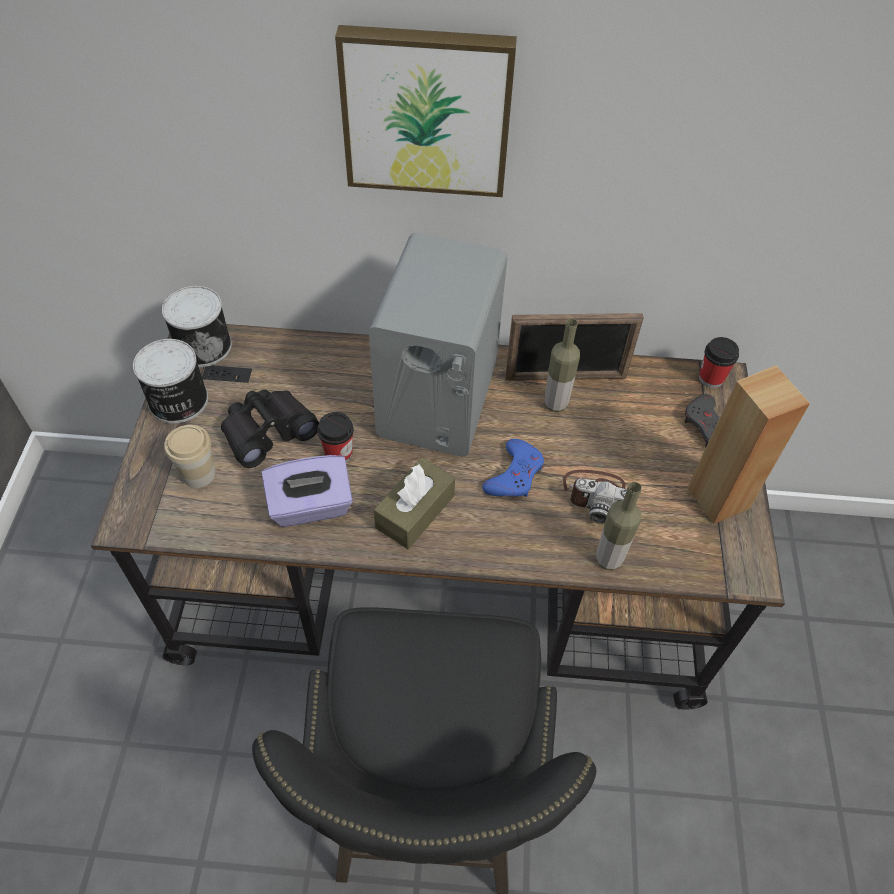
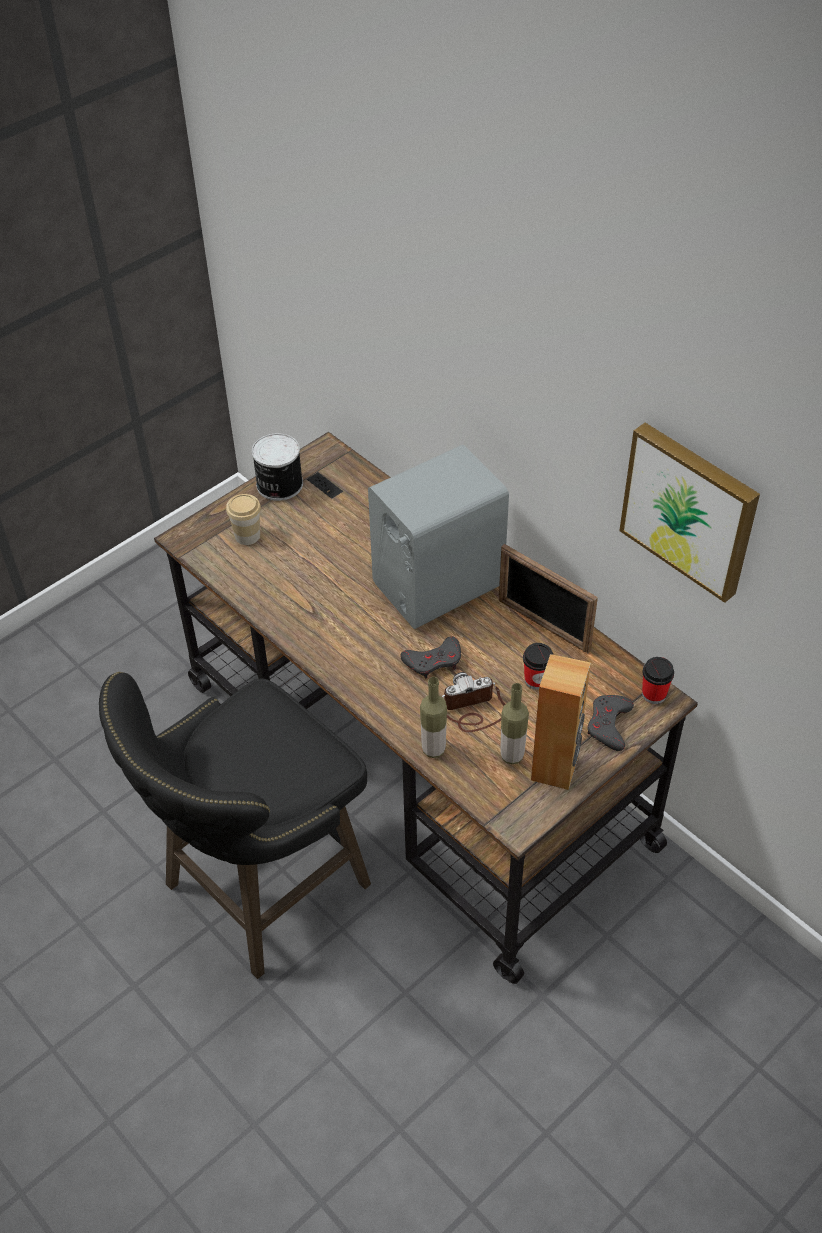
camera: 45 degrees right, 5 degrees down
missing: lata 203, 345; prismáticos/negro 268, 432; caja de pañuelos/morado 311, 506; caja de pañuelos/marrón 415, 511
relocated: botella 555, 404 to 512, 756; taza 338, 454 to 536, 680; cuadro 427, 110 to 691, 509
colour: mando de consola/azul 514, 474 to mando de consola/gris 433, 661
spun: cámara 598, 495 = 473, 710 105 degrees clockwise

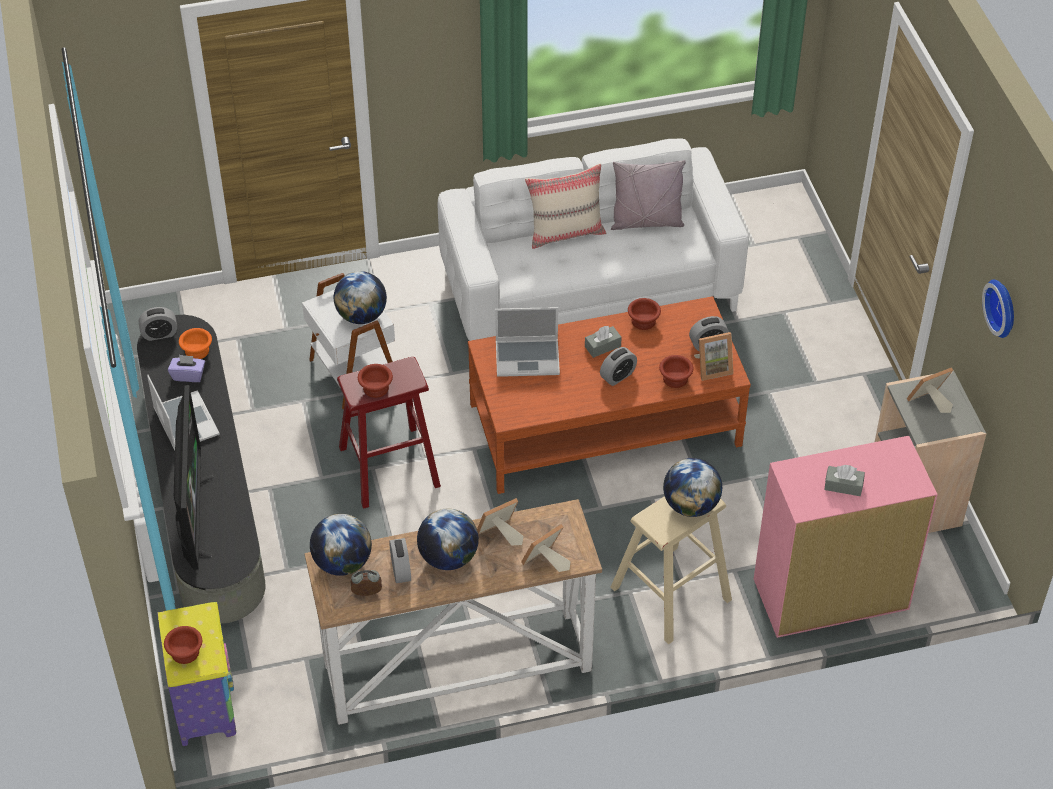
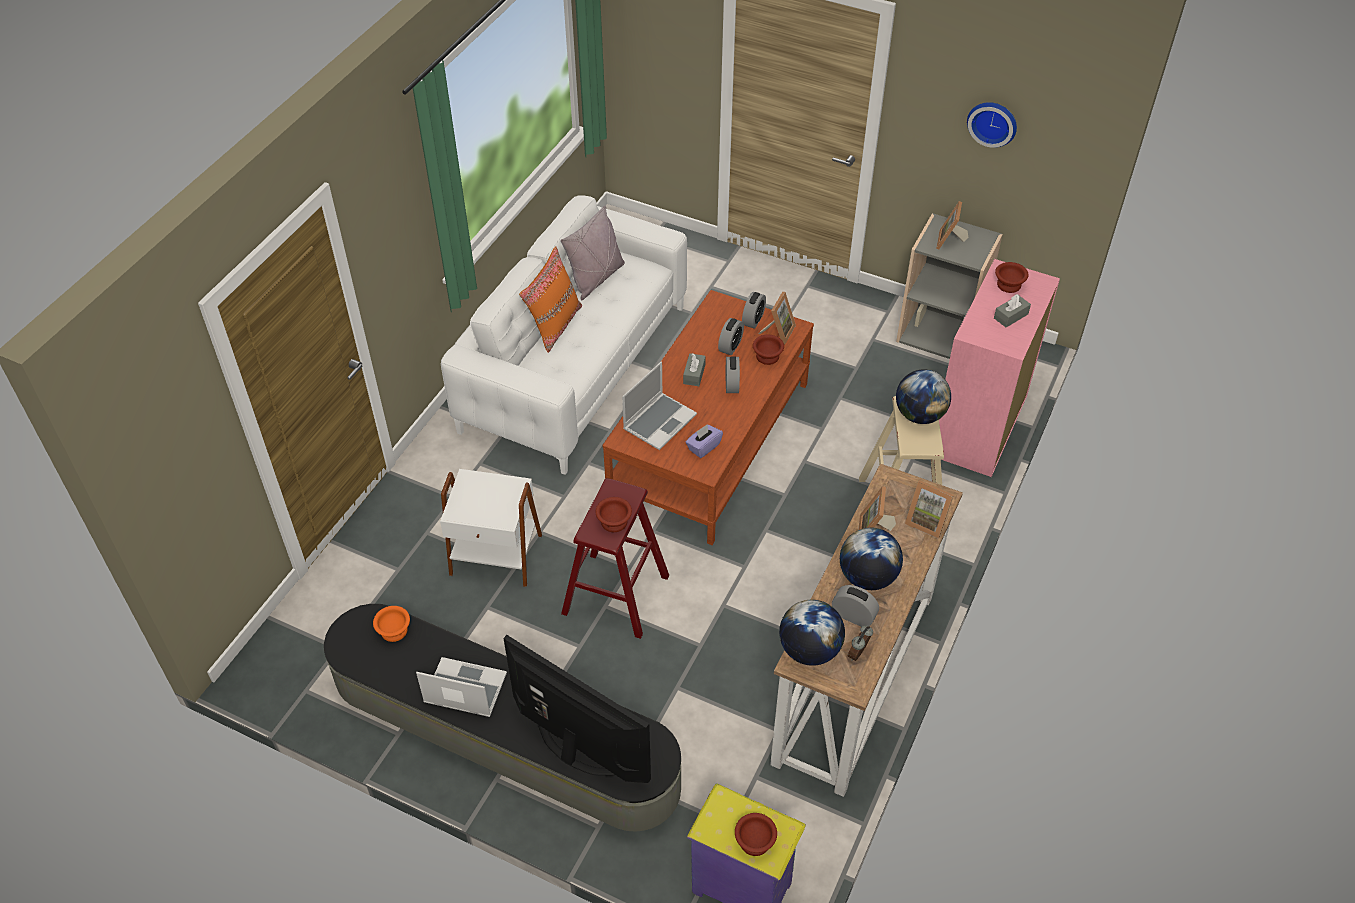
camera: 50 degrees left, 0 degrees up
missing: globo terráqueo 361, 315
relocated: caja de pañuelos/morado 188, 375 to 703, 447; despertador 159, 334 to 730, 346; cuenco/marrón 644, 320 to 1008, 284
colour: cojín/beis 566, 232 to cojín/naranja 554, 325
spun: portarretratos 545, 563 = 927, 521 60 degrees counterclockwise

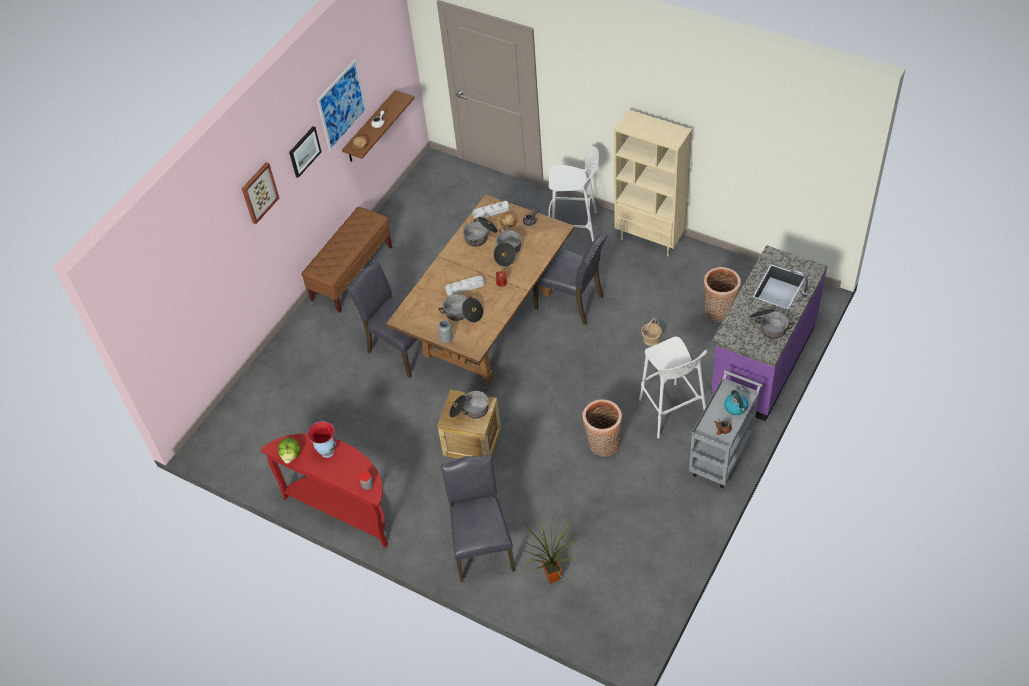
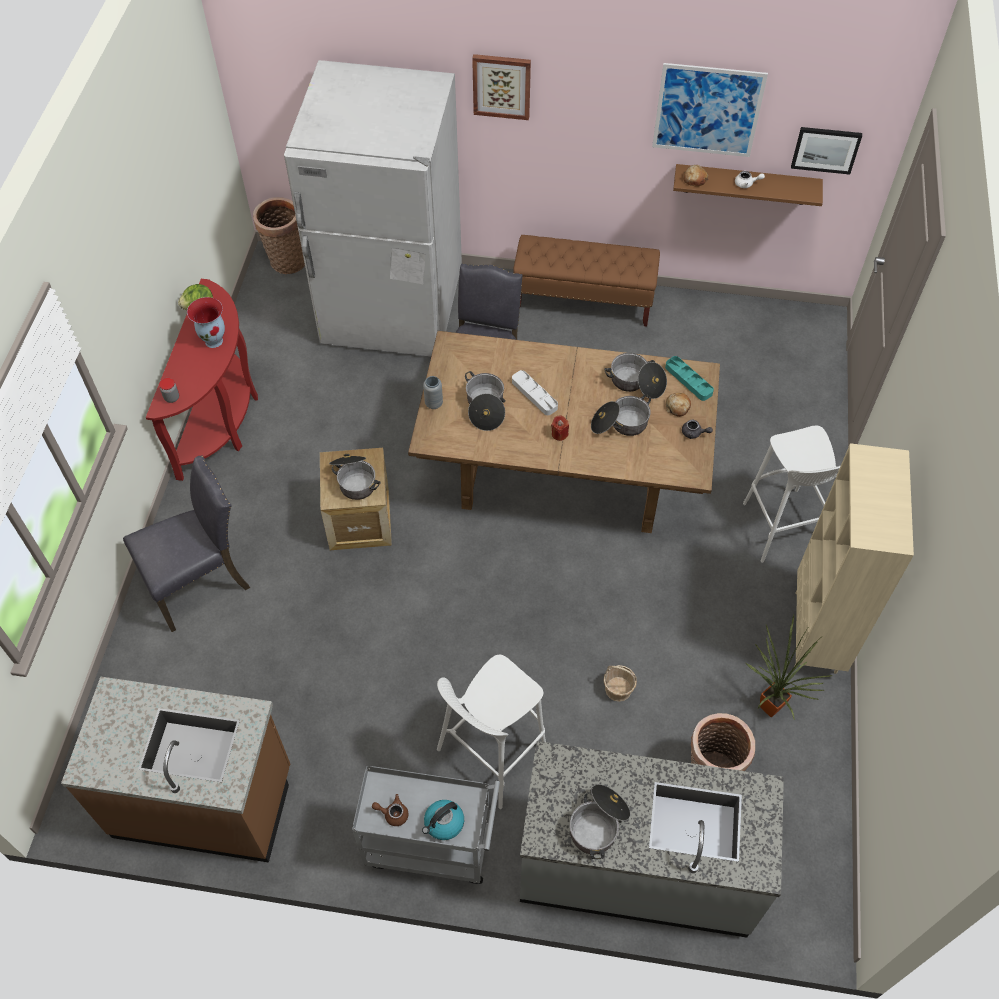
camera: 65 degrees right, 5 degrees up
missing: silla/gris 571, 302
appeared: mueble bajo de cocina/marrón 204, 801; nevera/blanco 393, 305
relocated: cesta 602, 446 to 285, 261; planta en maceta 553, 579 to 767, 709; cuadro 304, 151 to 825, 149
colour: mueble bajo de cocina/morado 762, 362 to mueble bajo de cocina/gris 637, 867; bandeja/gris 491, 211 to bandeja/turquesa 688, 380

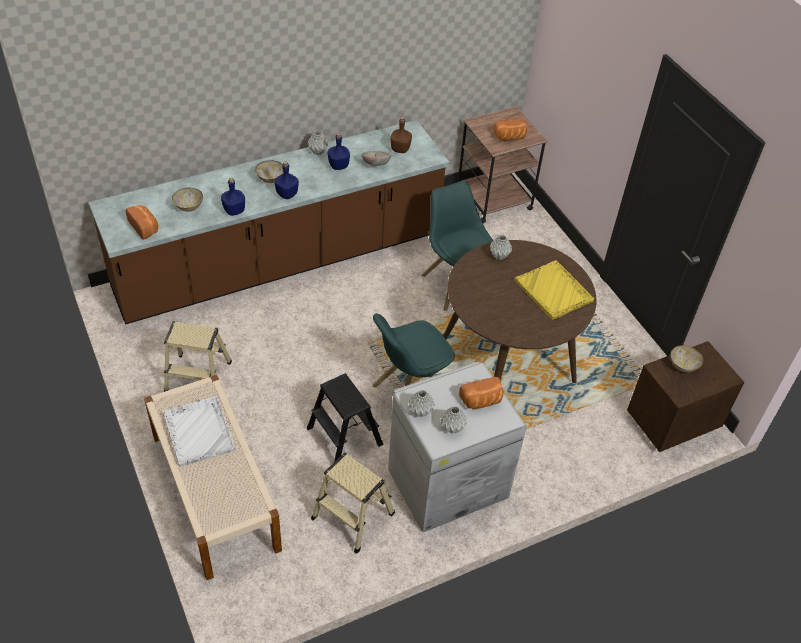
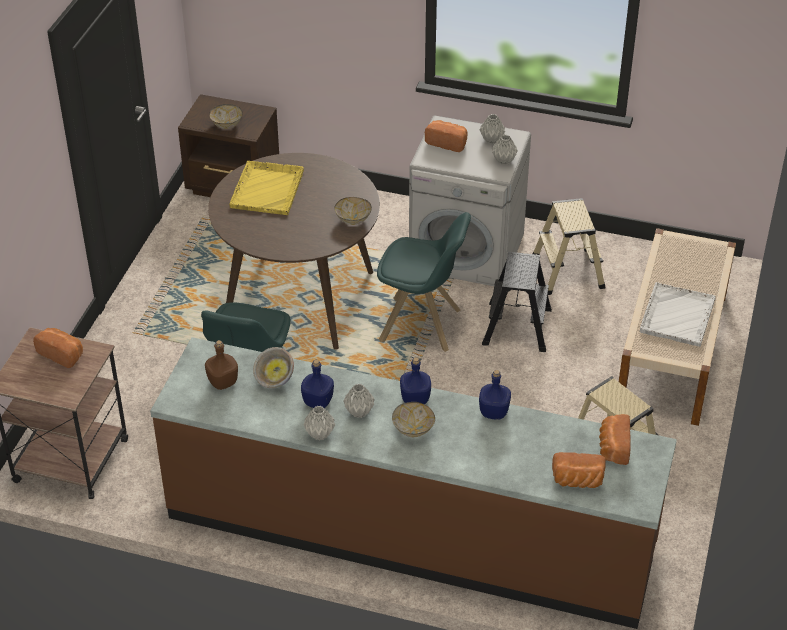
camera: 135 degrees left, 5 degrees down
appeared: pan 577, 481
relocated: cuenco 188, 207 to 353, 220; florero/gris 499, 256 to 359, 412

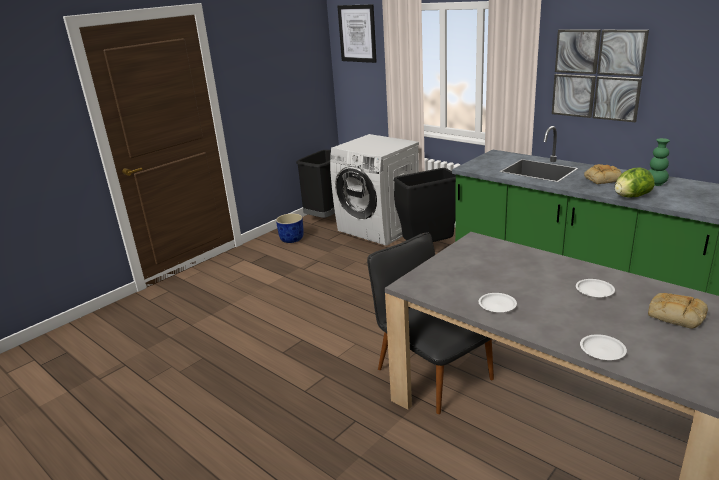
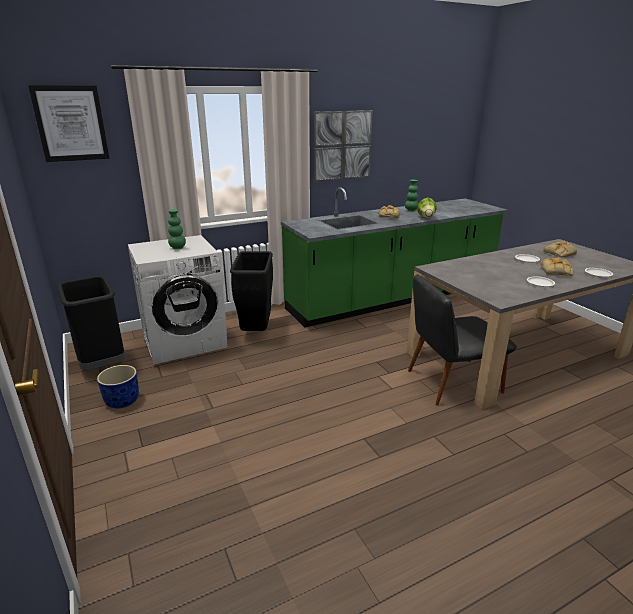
camera: 70 degrees left, 0 degrees up
appeared: florero/verde 177, 248; pan 556, 271

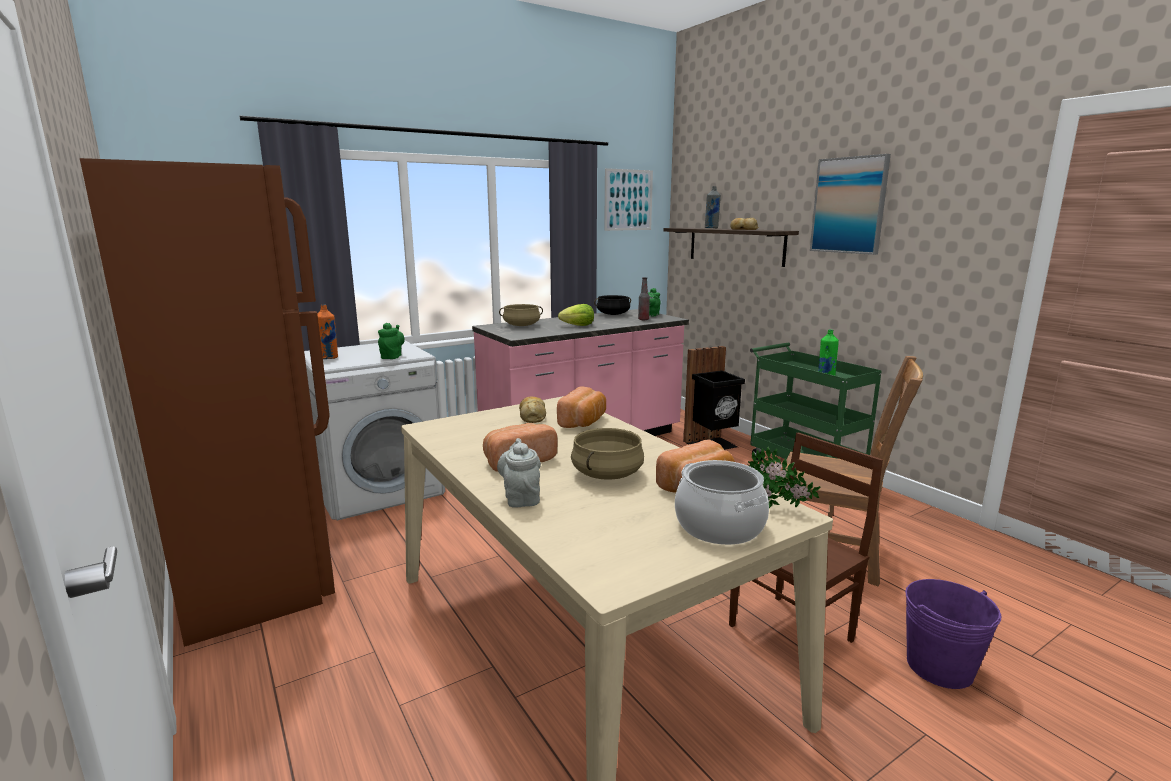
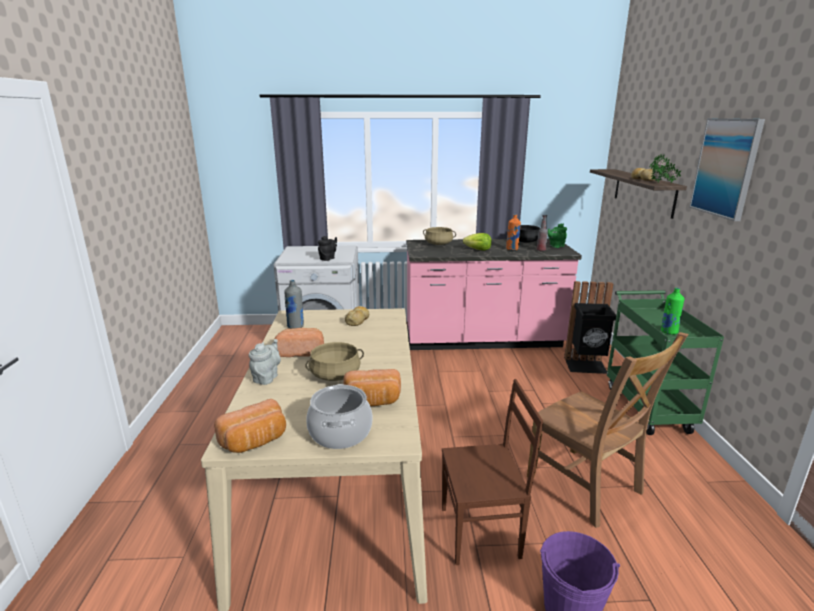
camera: 30 degrees right, 5 degrees up
missing: nevera/marrón 258, 584; cuadro 628, 200
relocated: pan 584, 422 to 255, 442; botella/gris 711, 228 to 295, 326; botella/naranja 329, 358 to 512, 249; planta en maceta 777, 509 to 662, 183
colour: tetera/verde 392, 356 to tetera/negro 328, 258

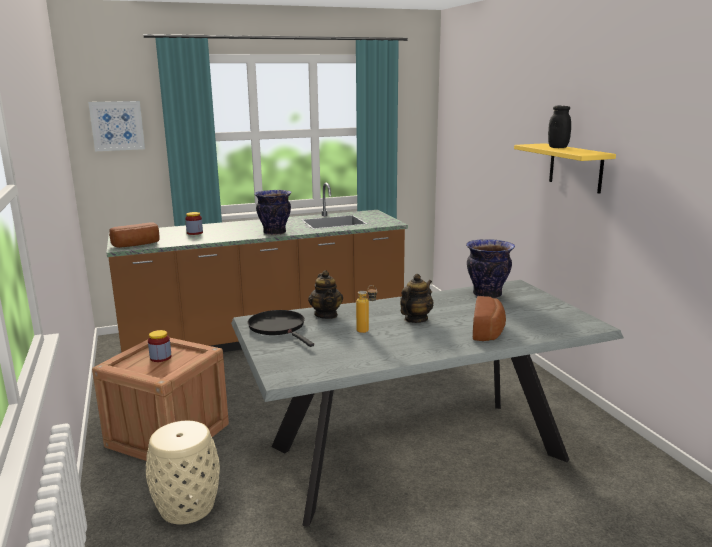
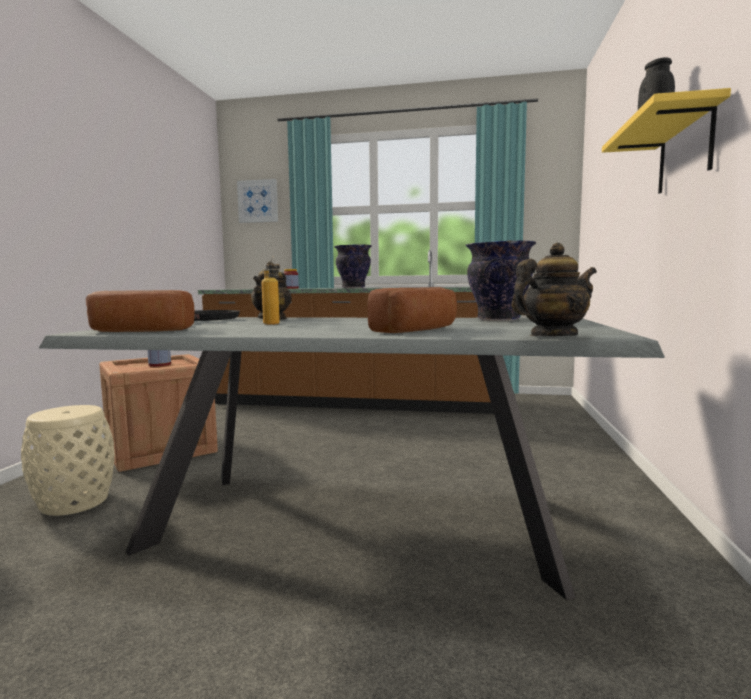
camera: 30 degrees right, 10 degrees down
relocated: pan 137, 245 to 139, 331; tetera 415, 319 to 552, 336

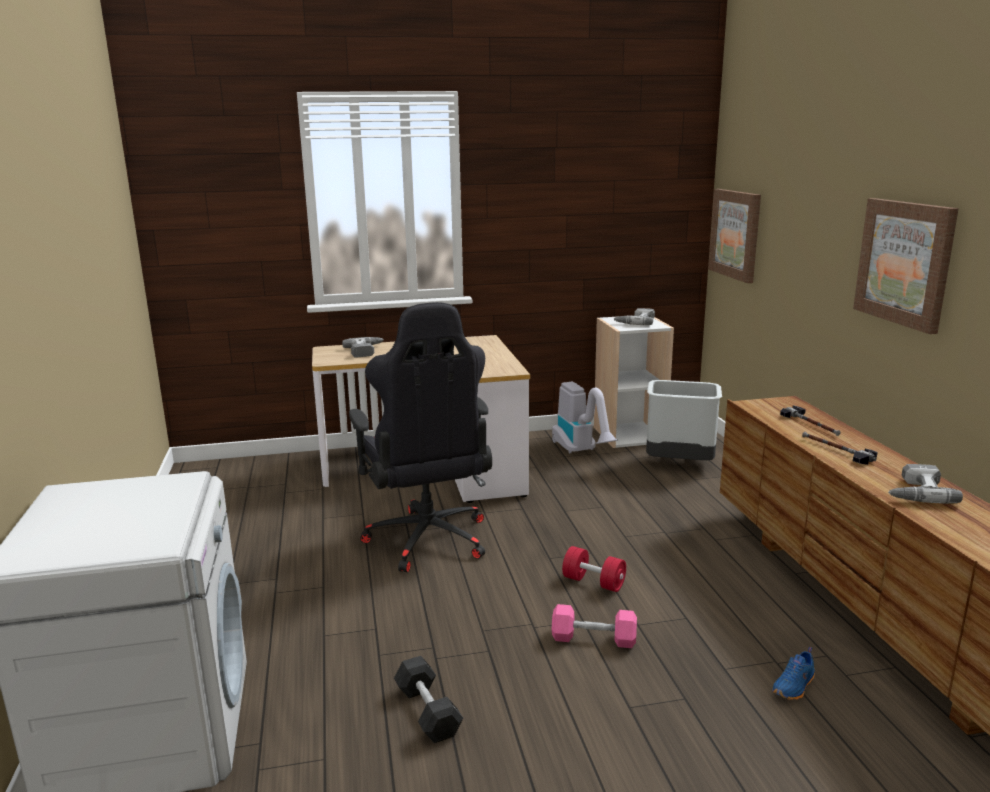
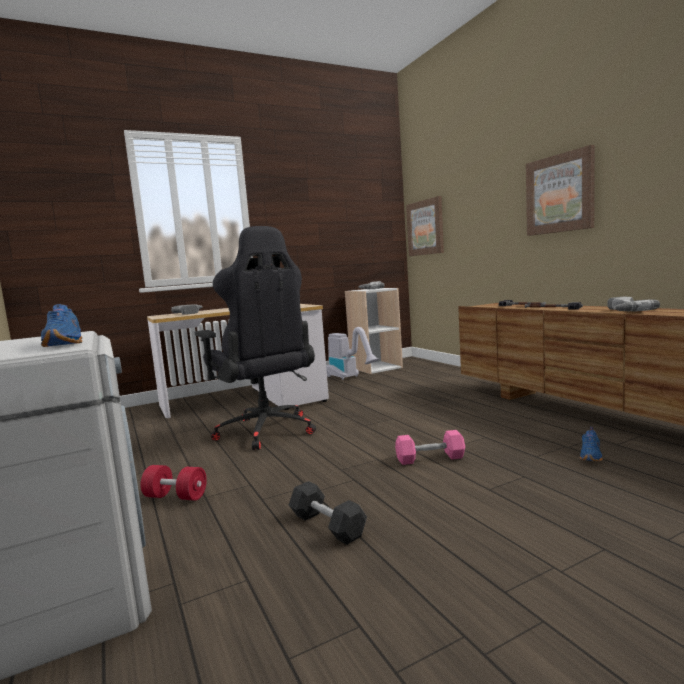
camera: 15 degrees left, 10 degrees down
missing: papelera/gris 680, 464
appeared: zapato/azul 66, 343
relocated: mancuerna/rojo 593, 582 to 176, 497

